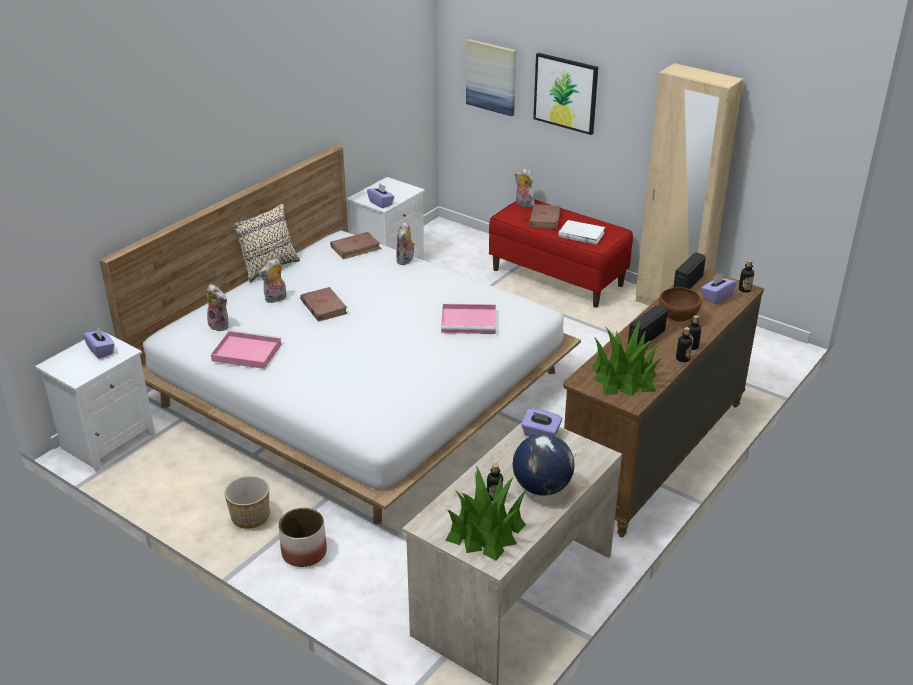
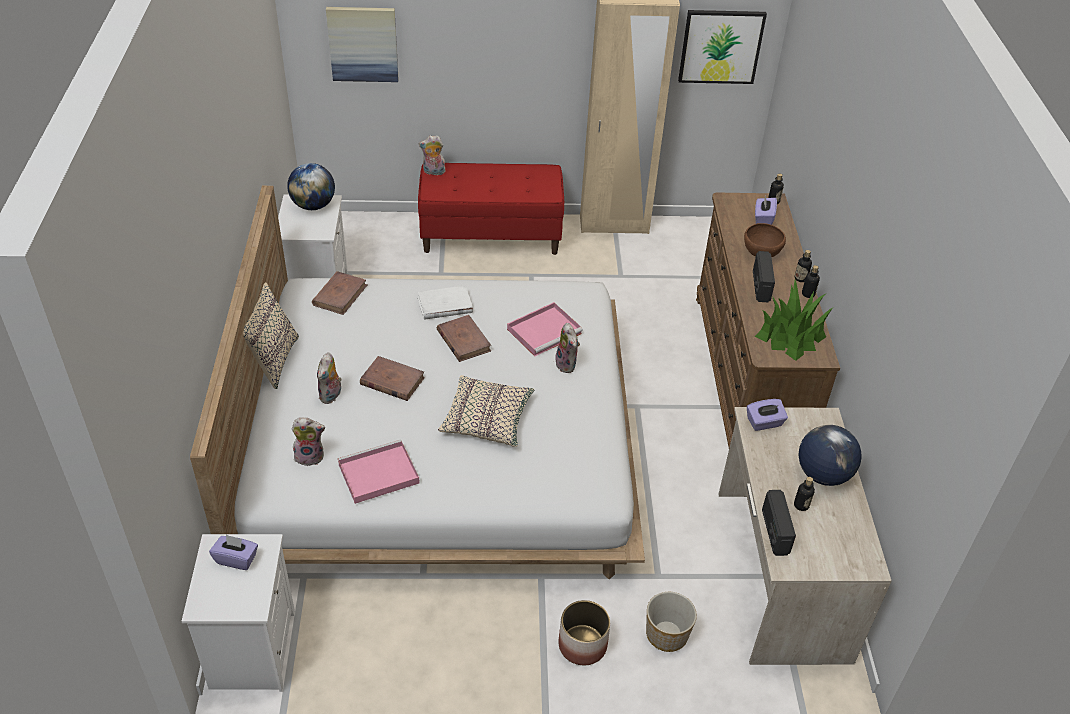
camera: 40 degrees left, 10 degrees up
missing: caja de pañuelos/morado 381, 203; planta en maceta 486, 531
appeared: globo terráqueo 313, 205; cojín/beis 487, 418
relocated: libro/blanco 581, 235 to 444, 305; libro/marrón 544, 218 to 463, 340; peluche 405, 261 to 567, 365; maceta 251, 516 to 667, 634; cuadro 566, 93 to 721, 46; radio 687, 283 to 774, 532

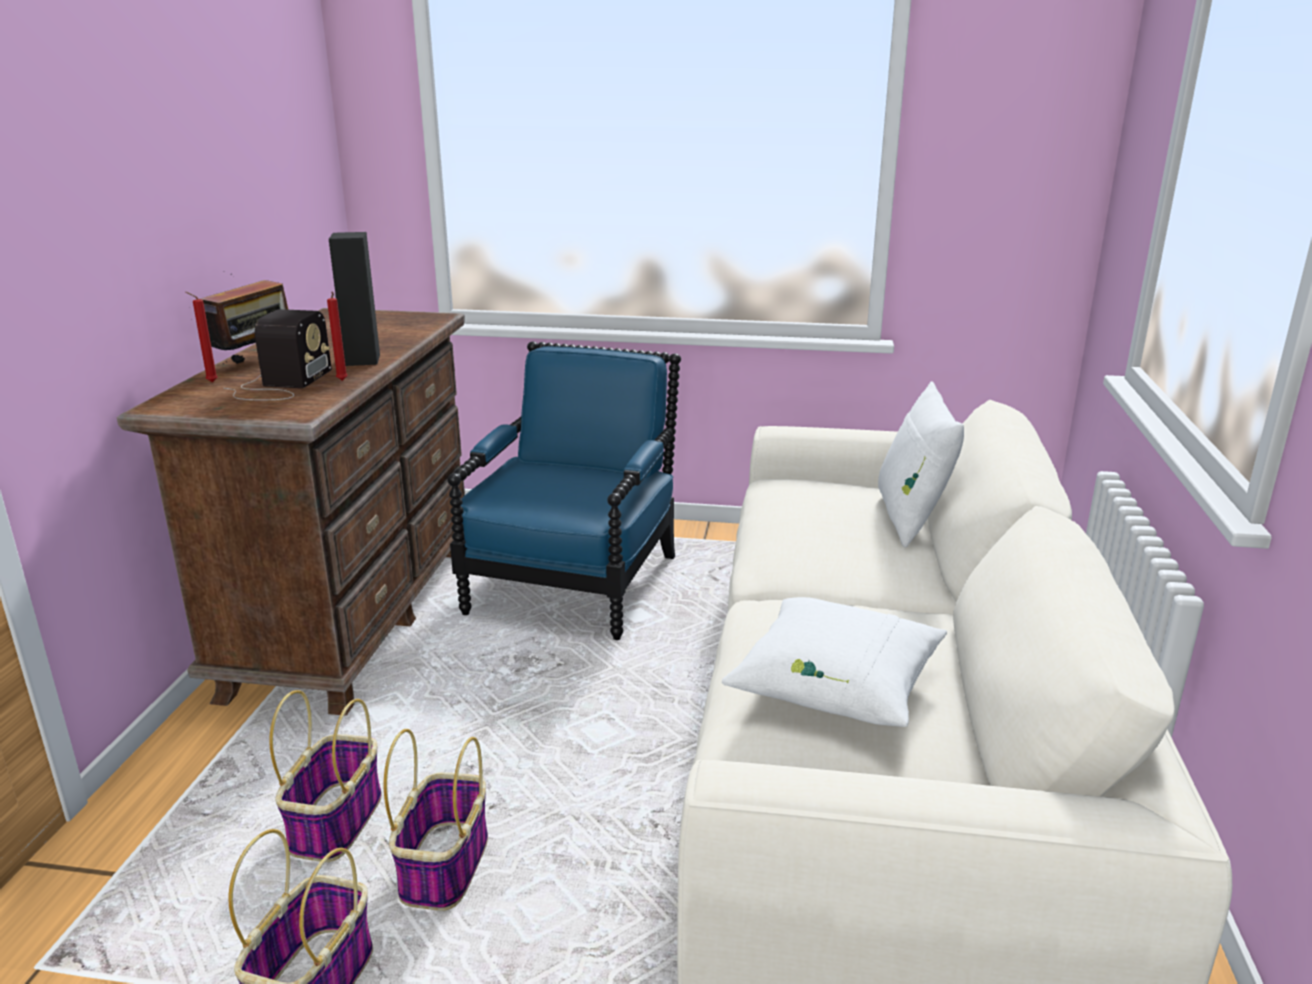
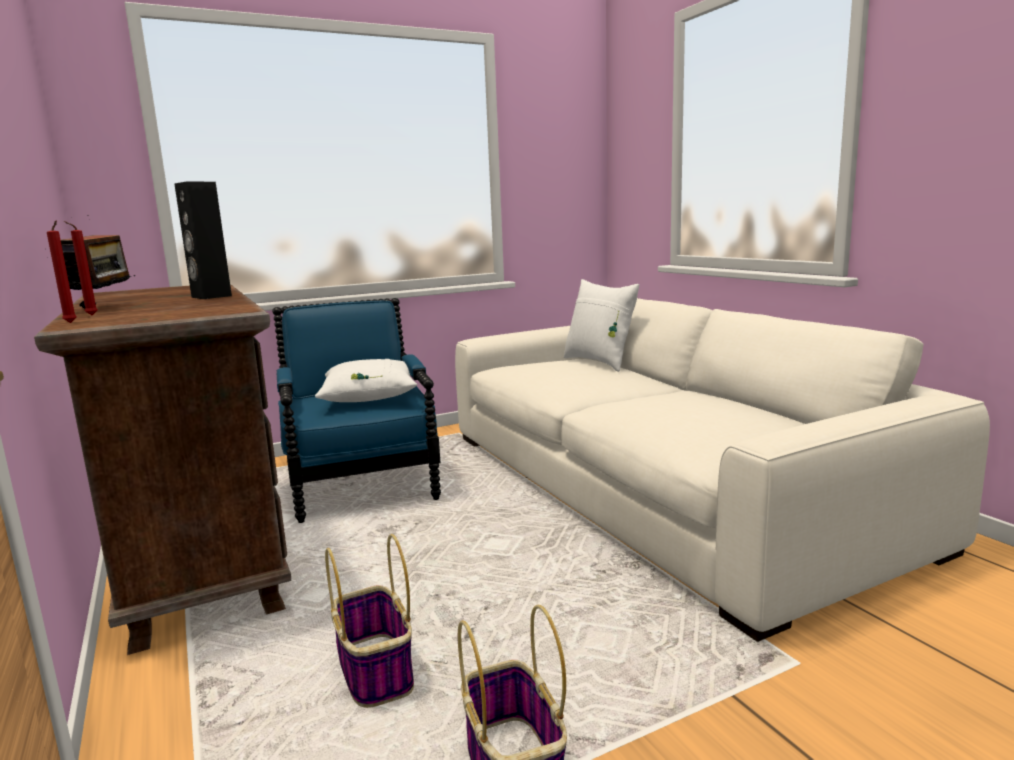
camera: 35 degrees left, 10 degrees down
missing: radio 281, 385; cesta 444, 865
relocated: vela/rojo 342, 381 to 71, 323; cojín/blanco 835, 686 to 369, 397

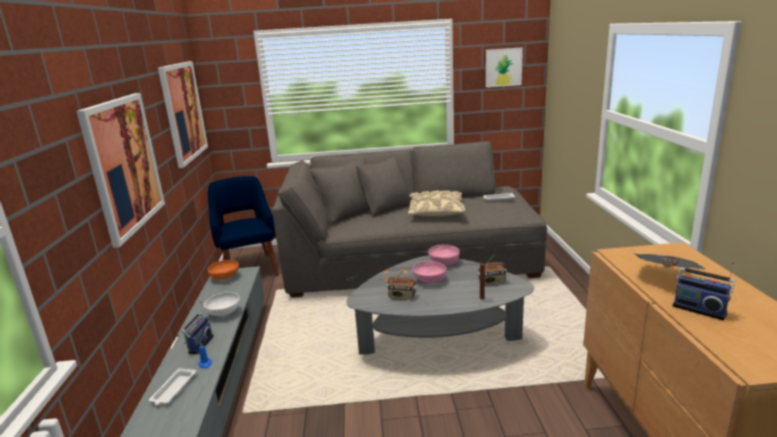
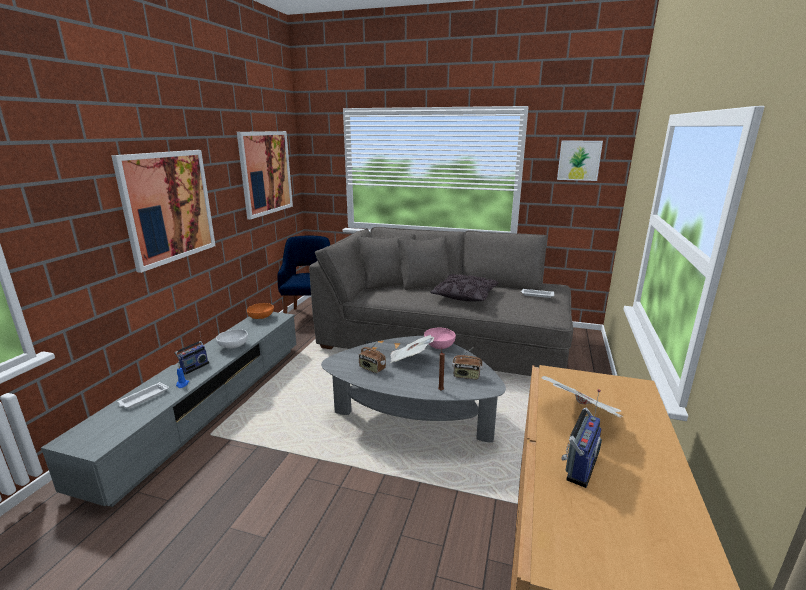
camera: 20 degrees right, 0 degrees up
exchanged: cuenco/rosa 429, 280 to periódico 410, 359
colour: cojín/beis 436, 211 to cojín/negro 465, 295
spun: radio 699, 309 = 579, 465 120 degrees counterclockwise

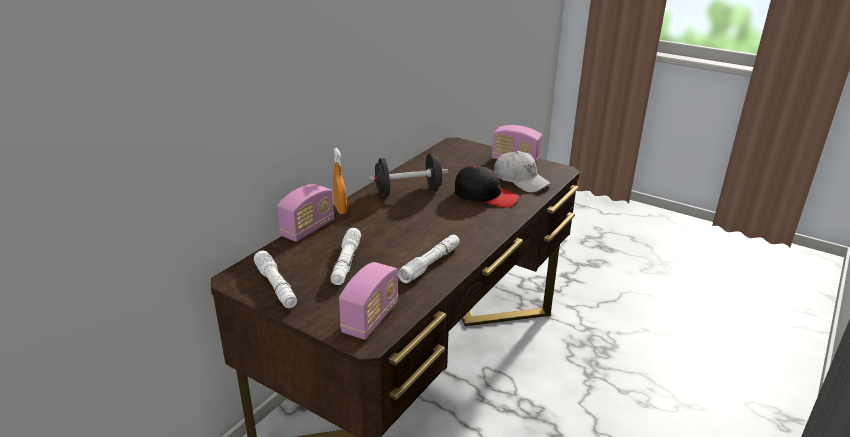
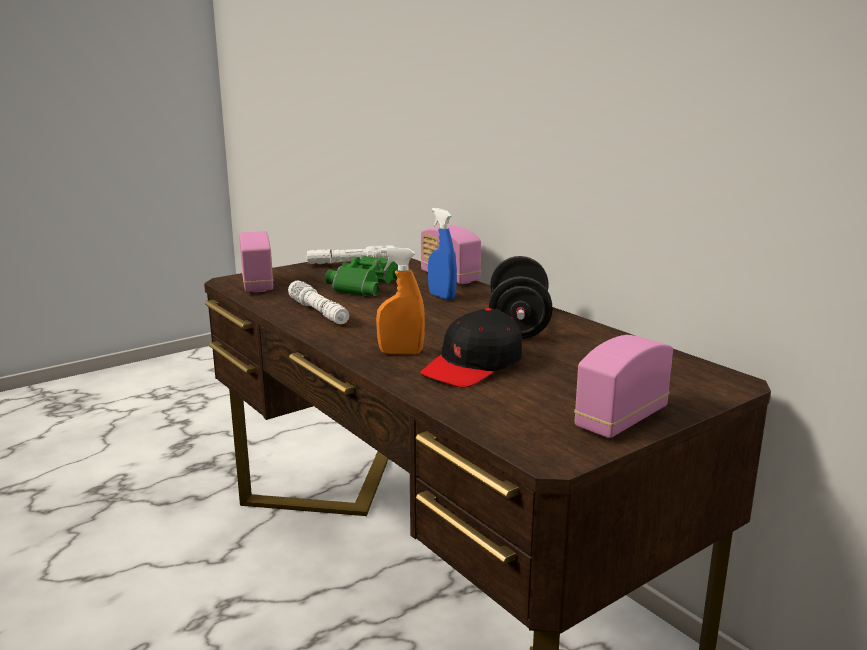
camera: 110 degrees right, 10 degrees down
missing: gorra/blanco 520, 180
appeared: pulverizador/azul 441, 296
relocated: pulverizador/naranja 340, 209 to 401, 353
exchanged: linterna/blanco 346, 263 to prismáticos/verde 363, 284
spun: radio 370, 319 = 257, 284 150 degrees counterclockwise

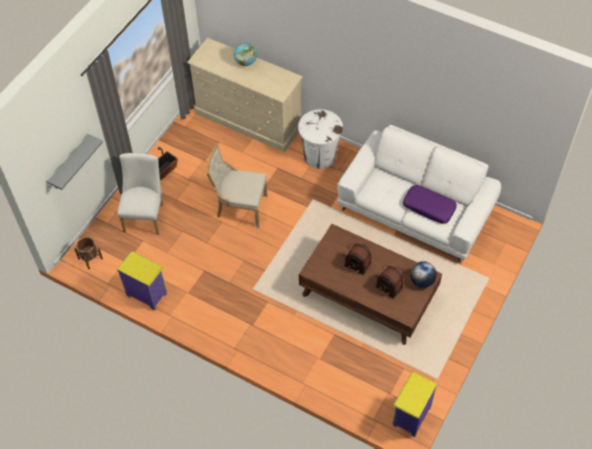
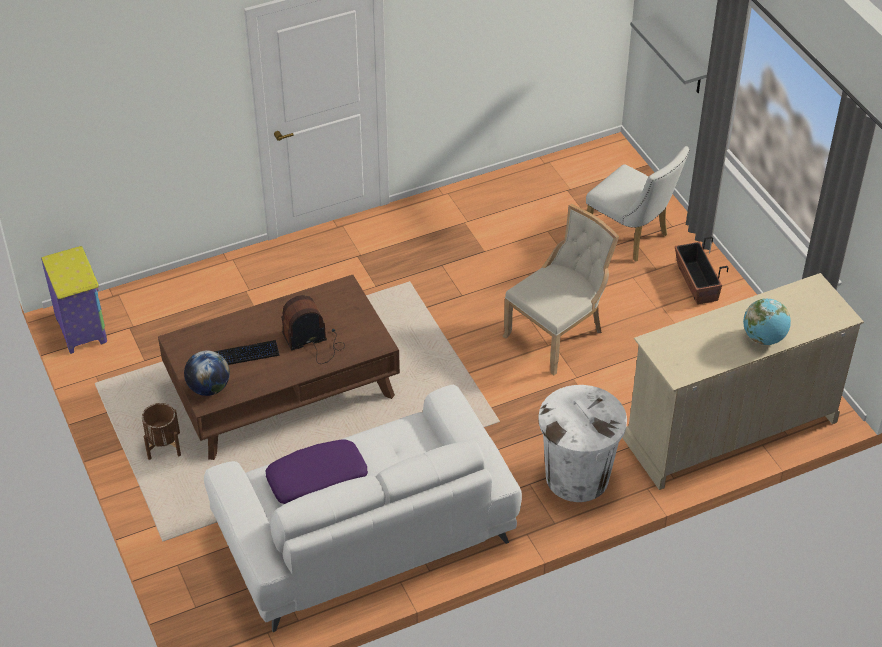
camera: 125 degrees right, 10 degrees down
missing: mesita de noche 146, 293
relocated: maceta/marrón 90, 258 to 164, 446
exchanged: radio 389, 281 to teclado 245, 354

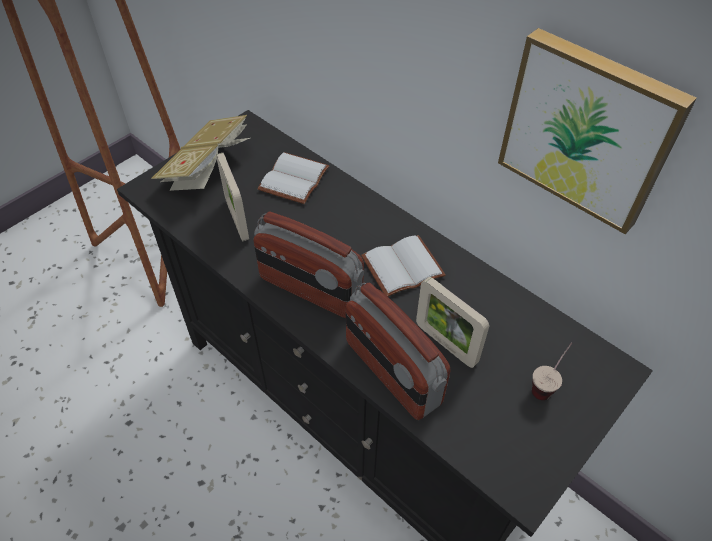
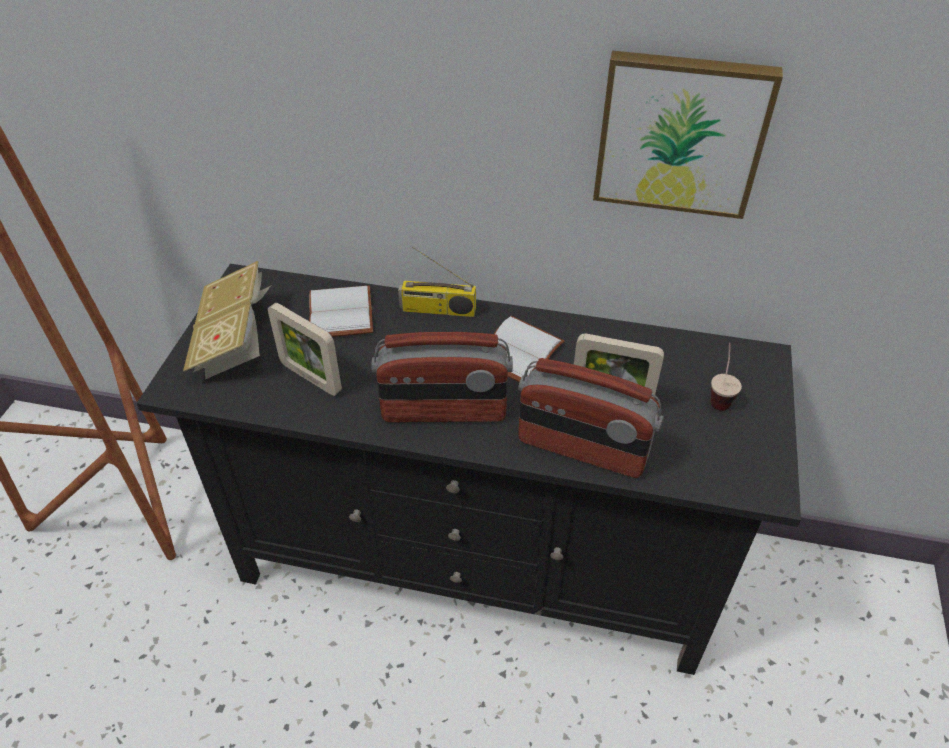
camera: 30 degrees left, 5 degrees down
appeared: radio 437, 310

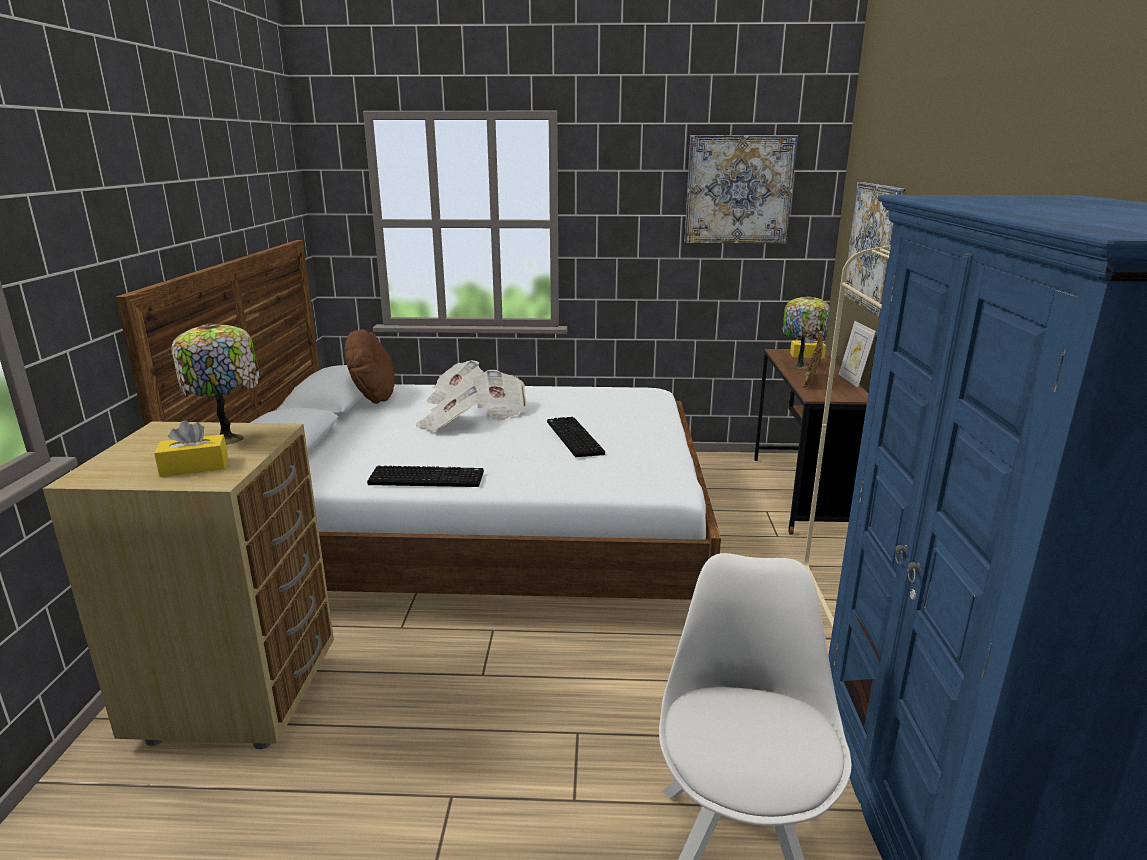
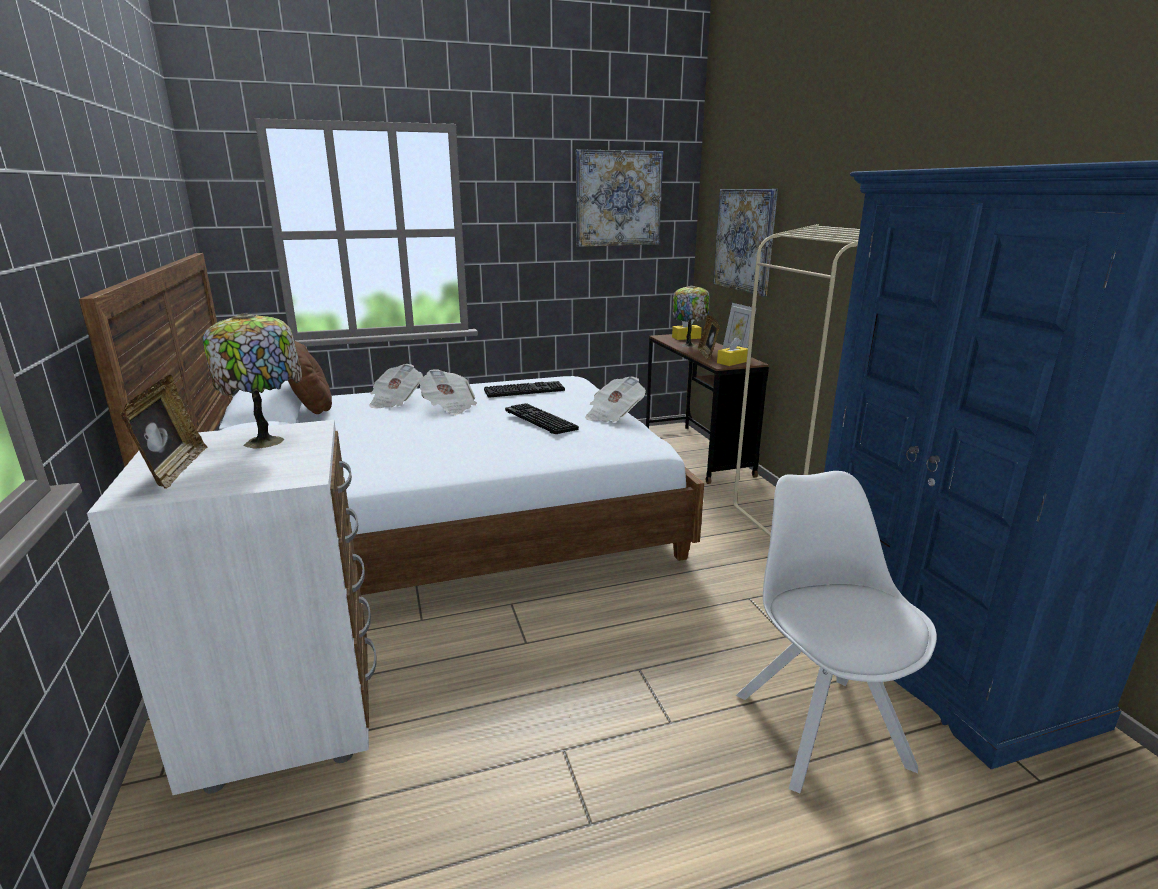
camera: 20 degrees left, 0 degrees up
appeared: portarretratos 174, 470
relocated: teclado 428, 478 to 525, 390; periódico 448, 424 to 613, 415; caja de pañuelos/amarillo 194, 467 to 732, 362
colour: cómoda/marrón 239, 698 to cómoda/blanco 288, 721

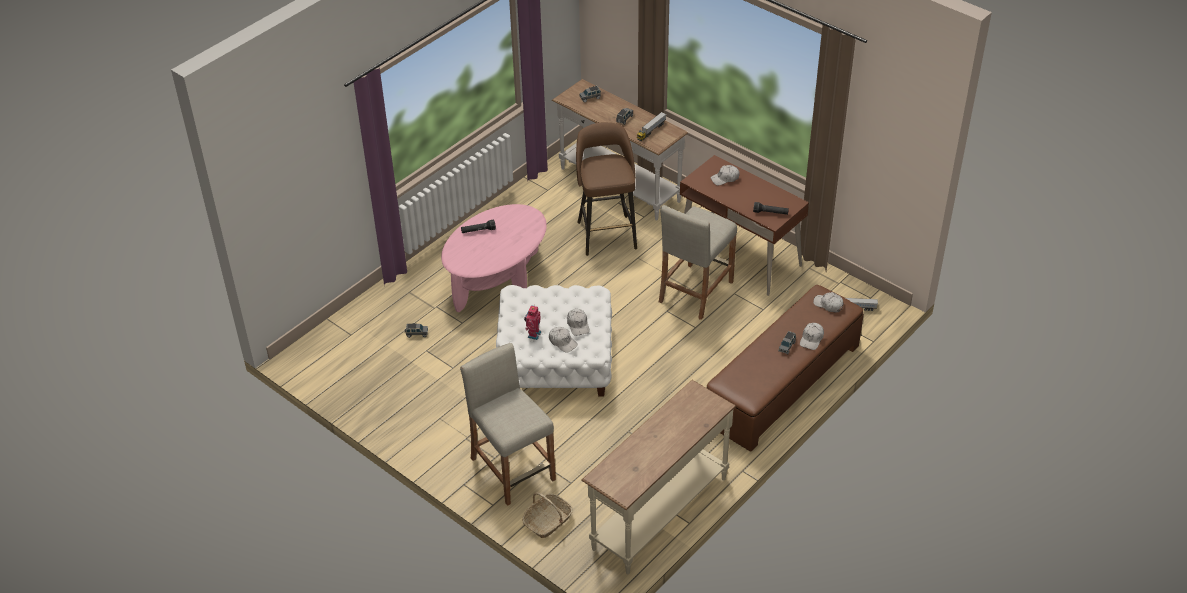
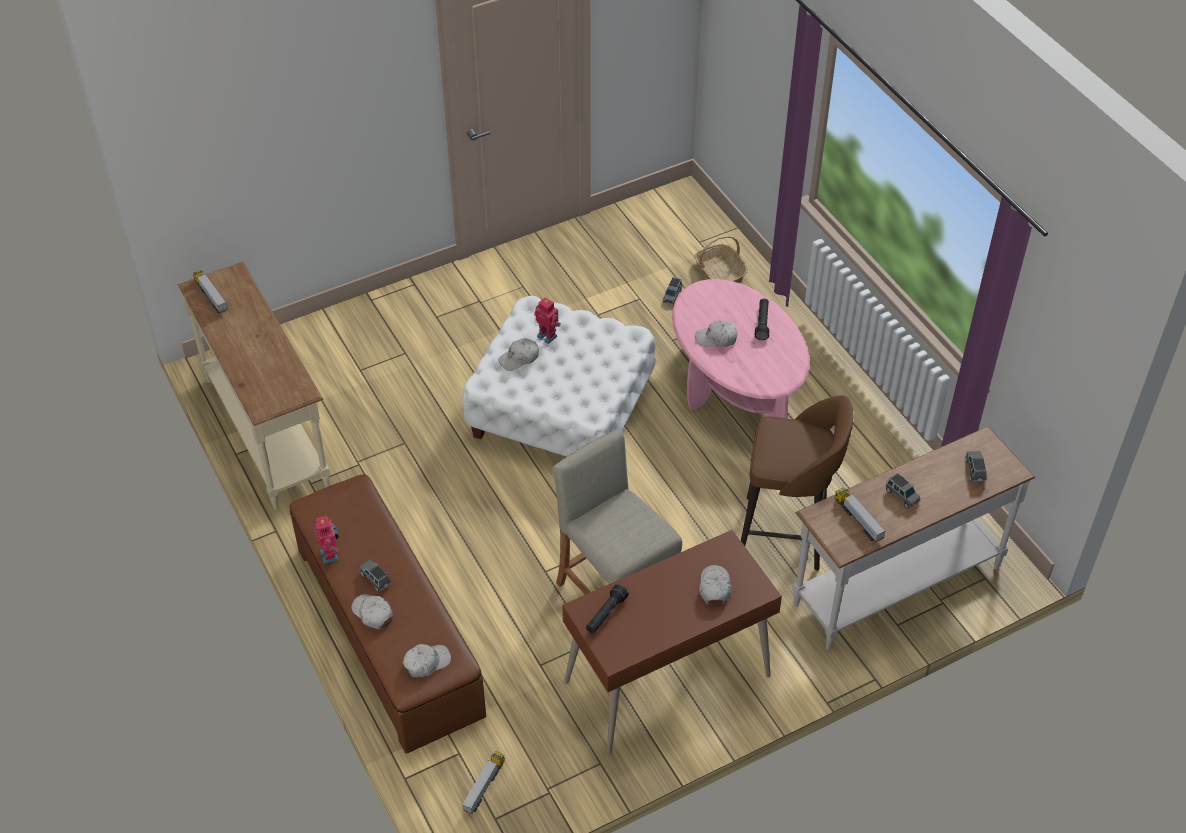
camera: 110 degrees right, 5 degrees up
missing: taburete/beis 512, 469
appeared: camión de juguete 211, 296; robot de juguete 331, 555
relocated: cesta 547, 521 to 719, 272; gorra/blanco 578, 325 to 716, 338

